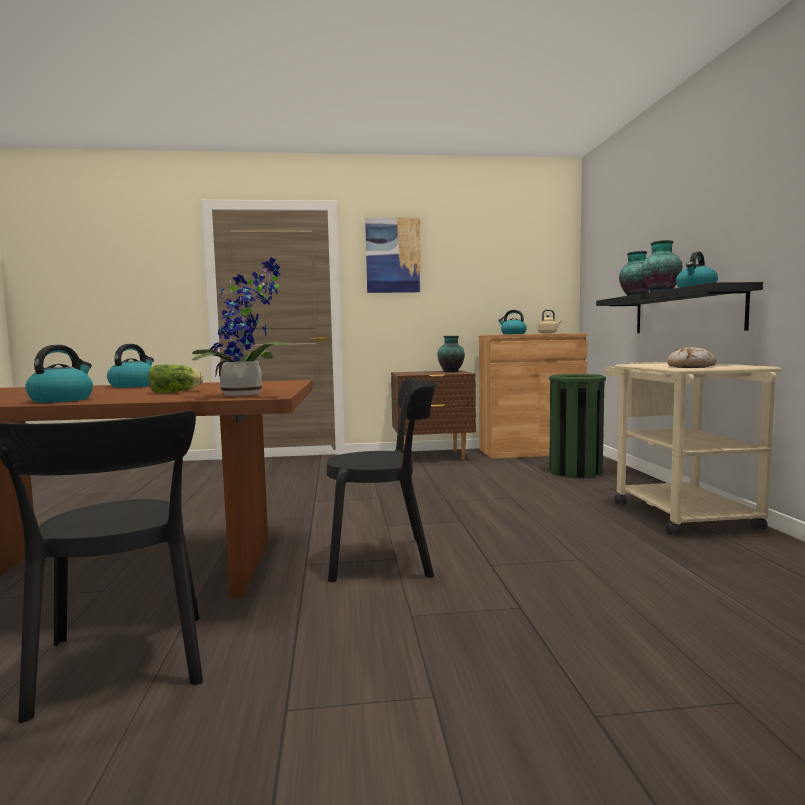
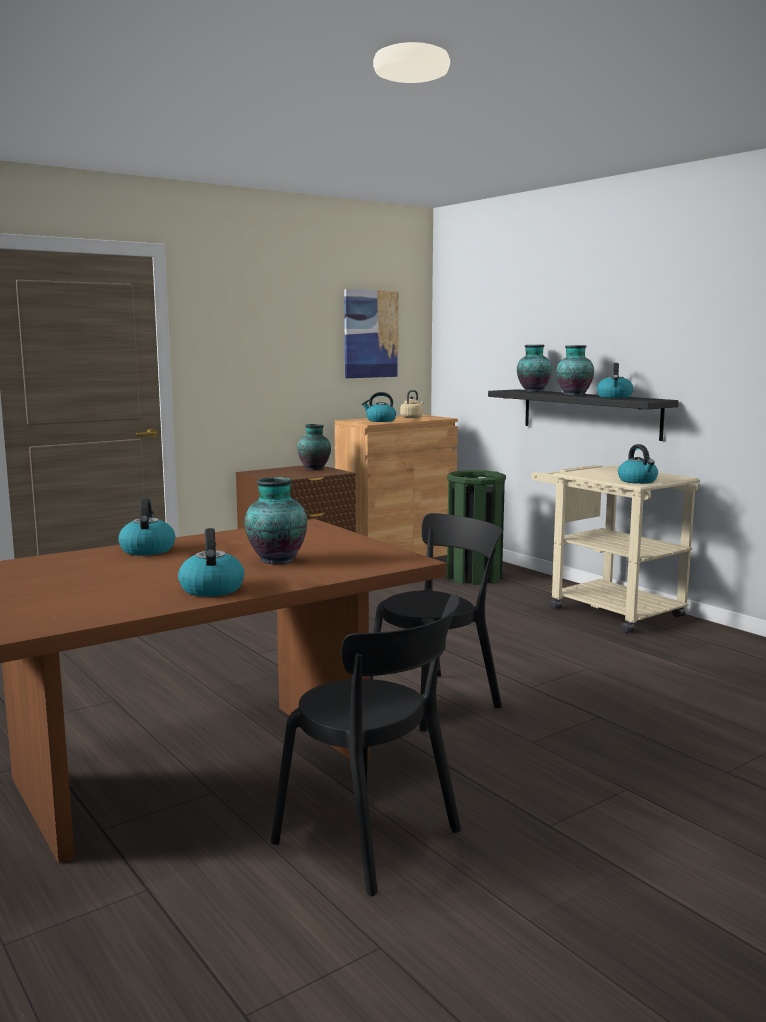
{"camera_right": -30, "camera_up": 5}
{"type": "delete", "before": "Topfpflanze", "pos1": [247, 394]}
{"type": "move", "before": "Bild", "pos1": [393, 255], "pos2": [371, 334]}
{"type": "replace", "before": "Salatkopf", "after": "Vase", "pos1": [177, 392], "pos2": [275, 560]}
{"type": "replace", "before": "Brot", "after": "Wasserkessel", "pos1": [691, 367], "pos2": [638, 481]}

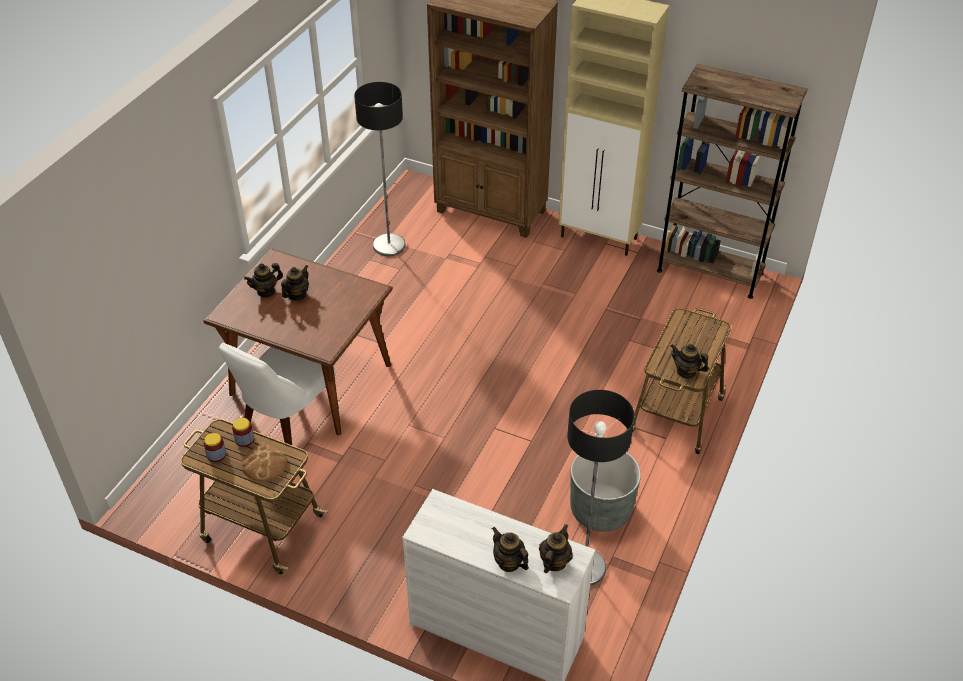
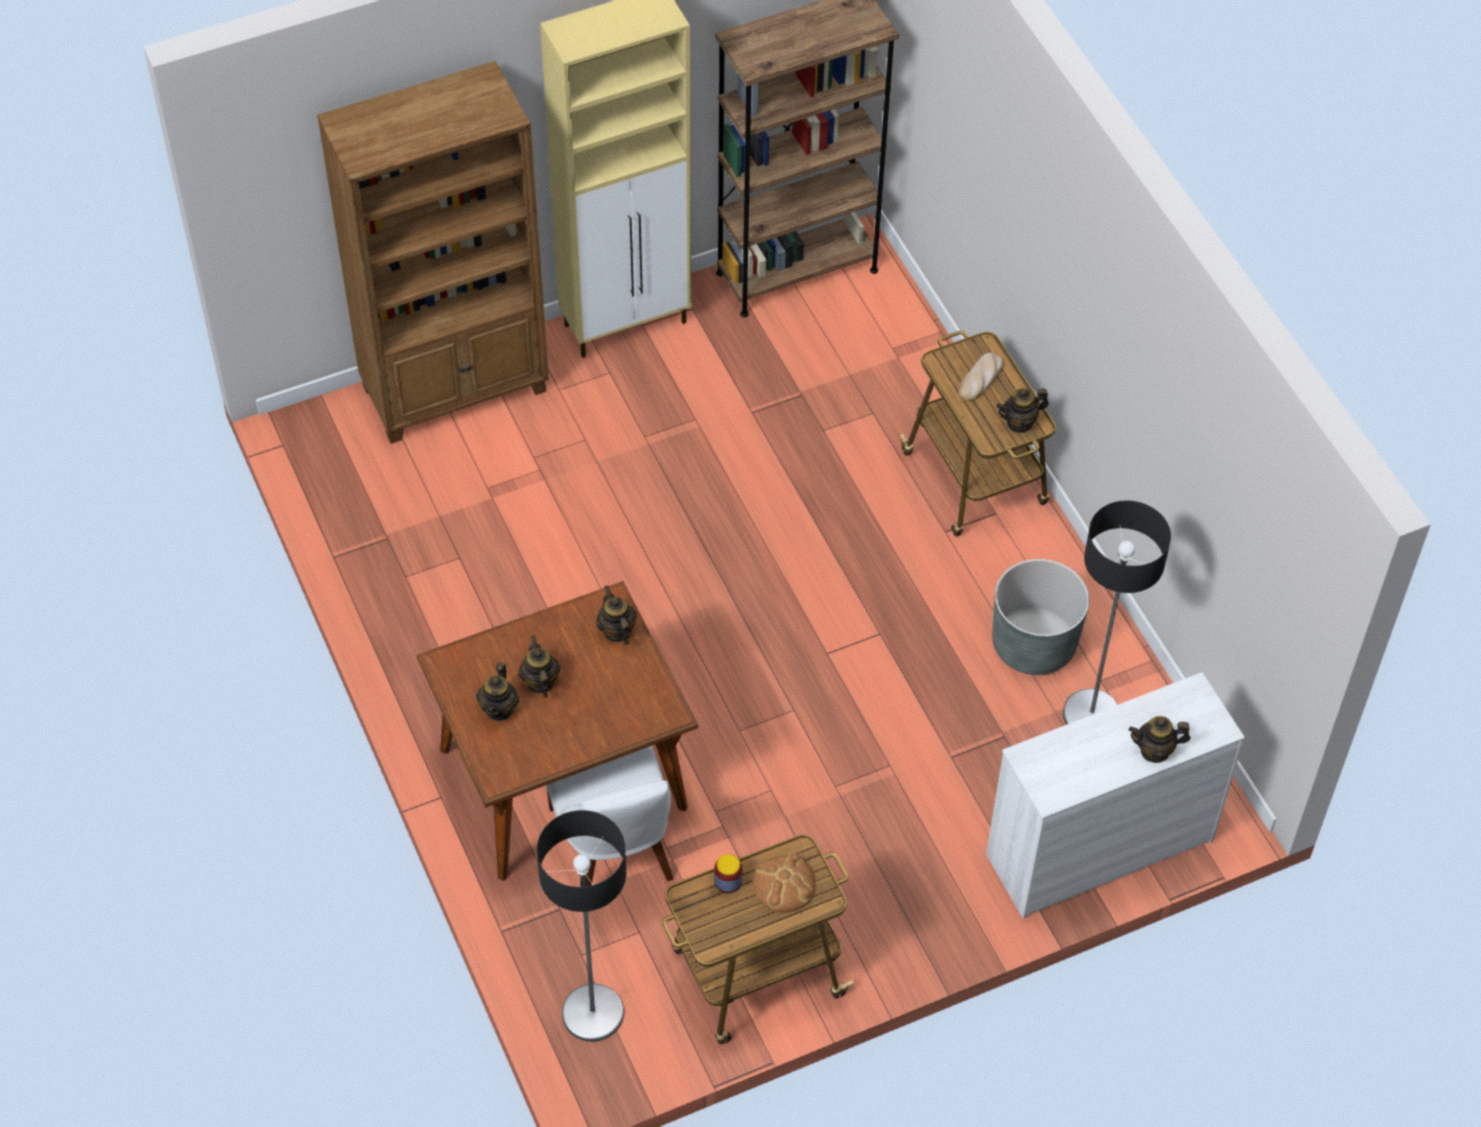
{"camera_right": -50, "camera_up": 10}
{"type": "delete", "before": "Vorratsglas", "pos1": [216, 455]}
{"type": "insert", "after": "Brot", "pos2": [980, 379]}
{"type": "move", "before": "Stehlampe", "pos1": [388, 245], "pos2": [592, 1014]}
{"type": "move", "before": "Teekanne", "pos1": [554, 562], "pos2": [616, 631]}

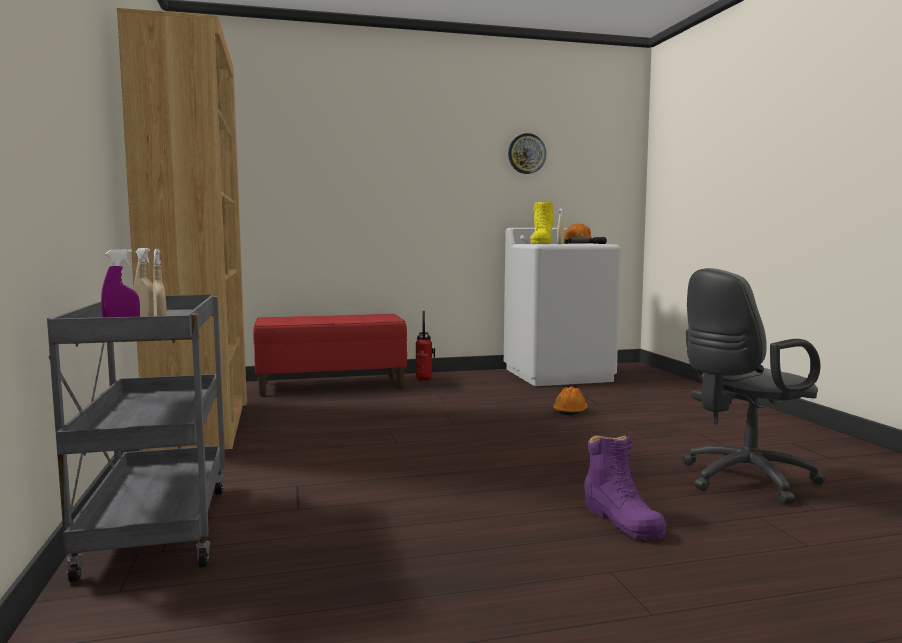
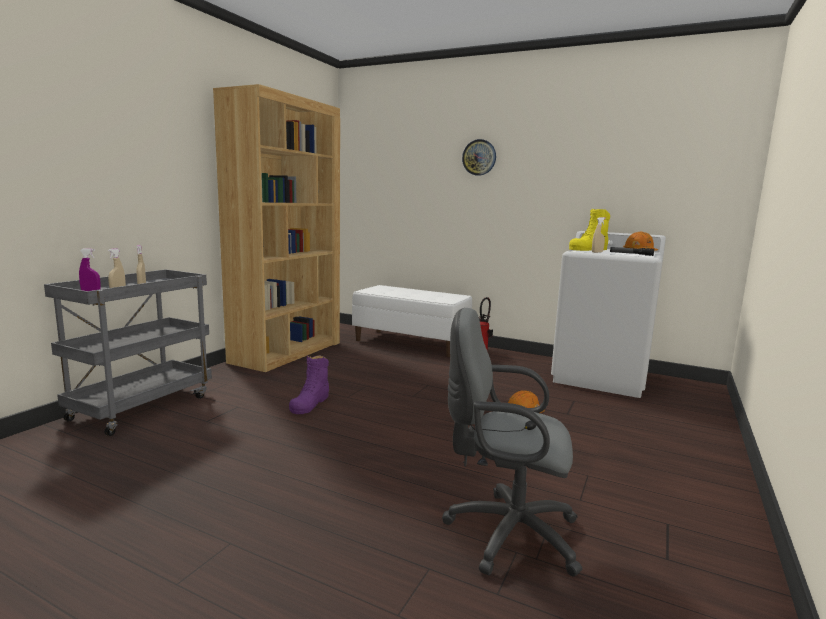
{"camera_right": 40, "camera_up": 5}
{"type": "move", "before": "Wanduhr", "pos1": [526, 153], "pos2": [479, 157]}
{"type": "move", "before": "Stiefel/lila", "pos1": [622, 520], "pos2": [310, 403]}
{"type": "recolor", "before": "Bank/rot", "after": "Bank/weiß", "pos1": [331, 385], "pos2": [411, 343]}

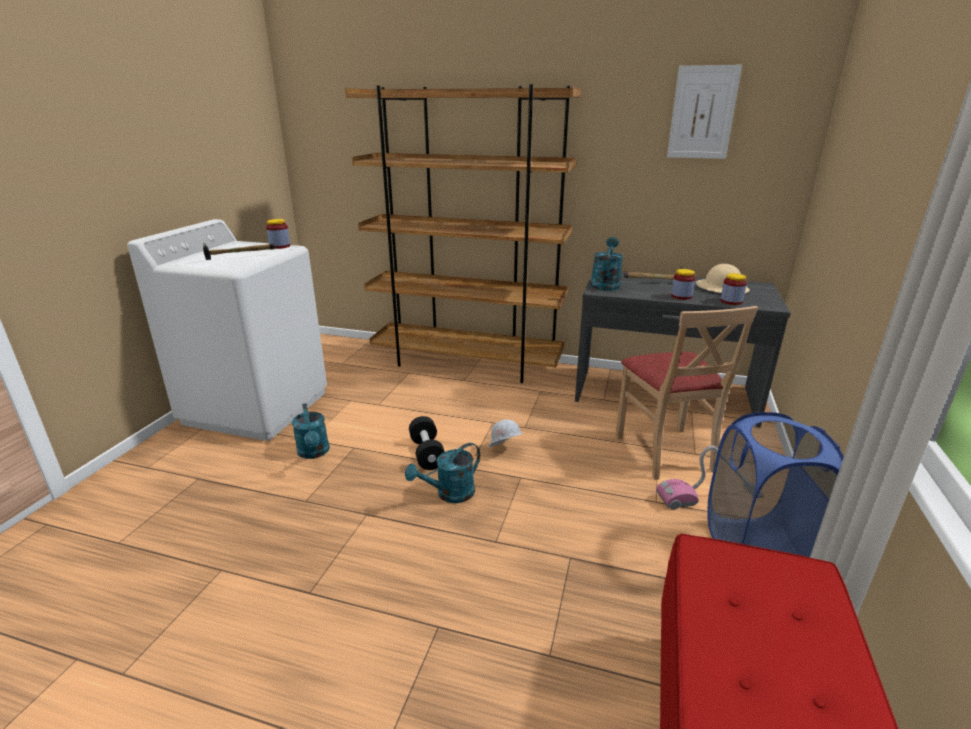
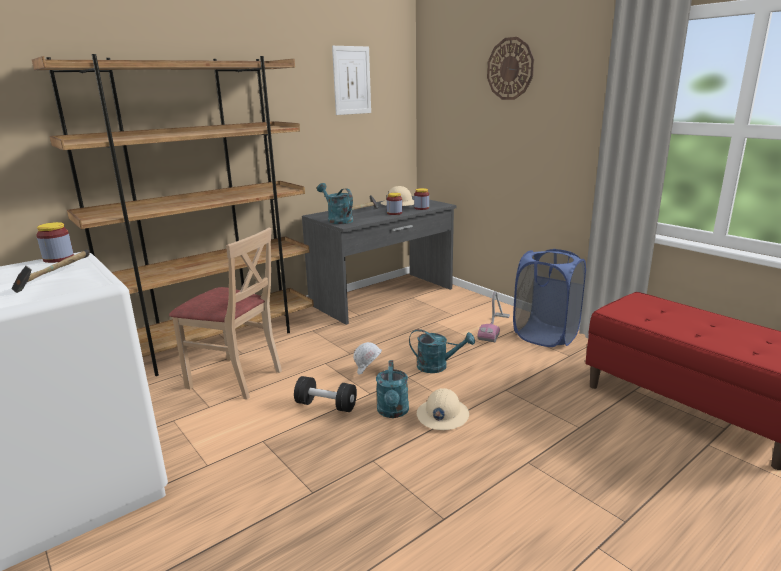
{"camera_right": -55, "camera_up": -5}
{"type": "insert", "after": "Schutzhelm/beige", "pos2": [442, 415]}
{"type": "insert", "after": "Wanduhr", "pos2": [510, 69]}
{"type": "move", "before": "Gießkanne/türkis", "pos1": [314, 453], "pos2": [438, 366]}
{"type": "move", "before": "Stuhl/beige", "pos1": [665, 452], "pos2": [235, 378]}

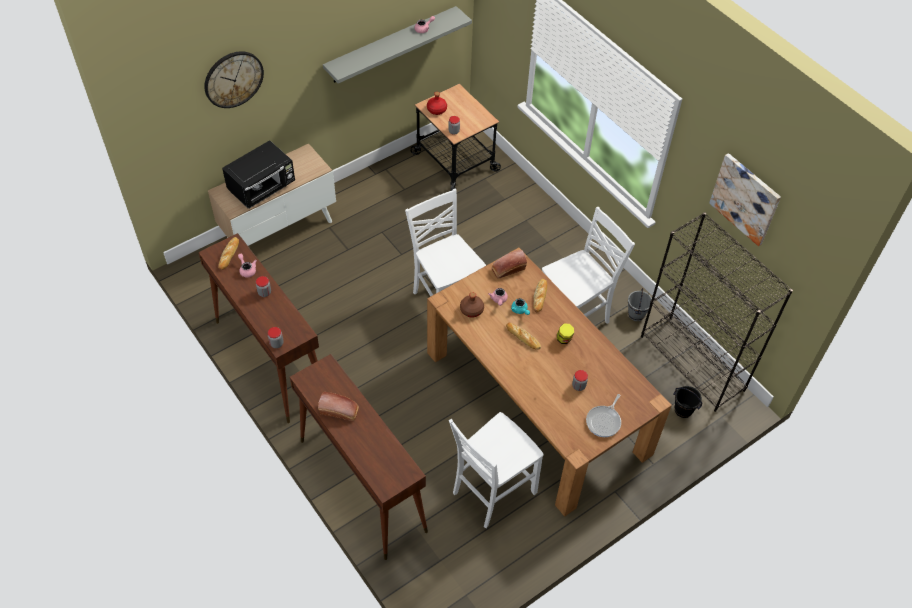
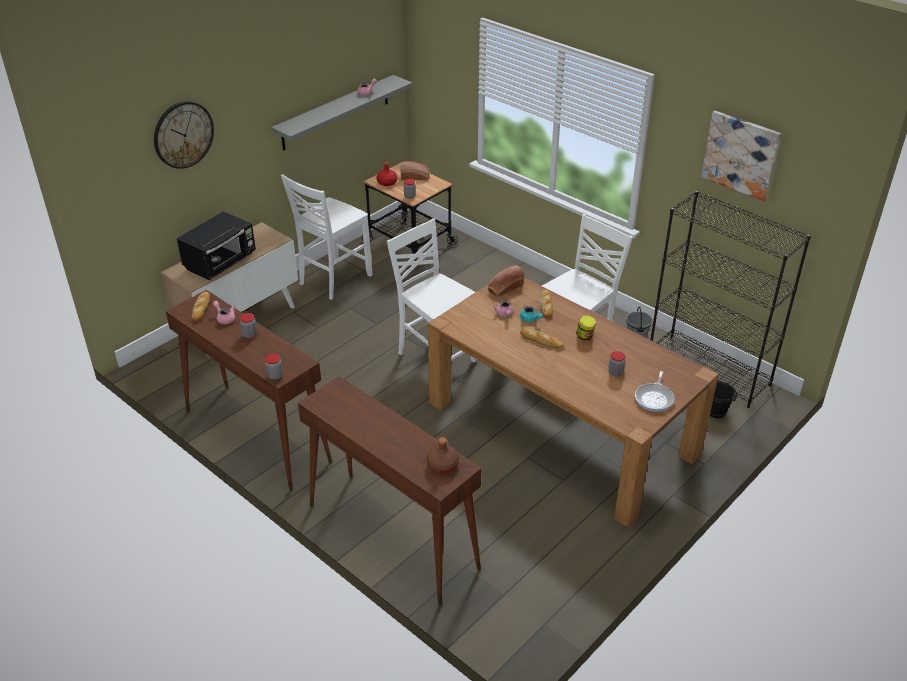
{"camera_right": -10, "camera_up": -15}
{"type": "move", "before": "Brot", "pos1": [340, 411], "pos2": [415, 177]}
{"type": "move", "before": "Stuhl/weiß", "pos1": [491, 492], "pos2": [333, 280]}
{"type": "move", "before": "Flasche/braun", "pos1": [471, 309], "pos2": [442, 464]}

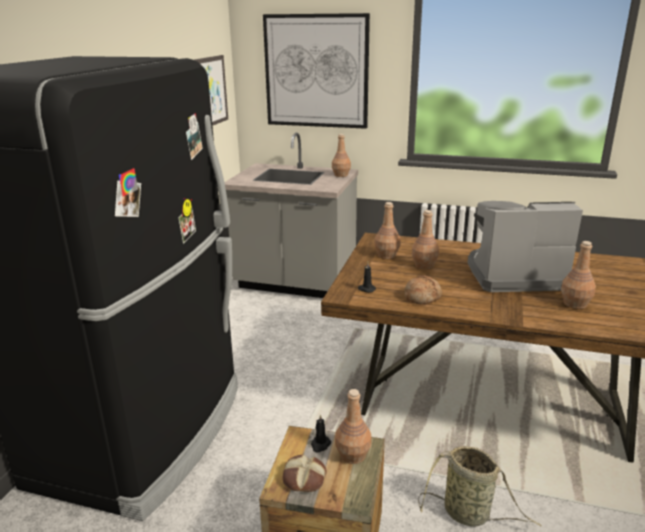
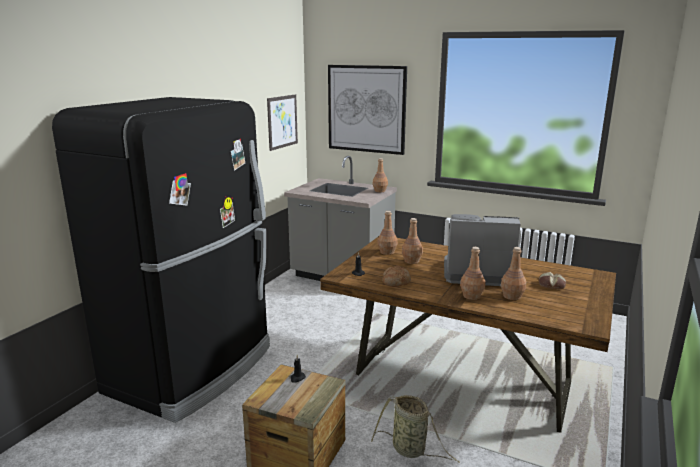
{"camera_right": 10, "camera_up": -5}
{"type": "move", "before": "Brot", "pos1": [303, 479], "pos2": [551, 285]}
{"type": "move", "before": "Flasche/braun", "pos1": [353, 455], "pos2": [472, 296]}

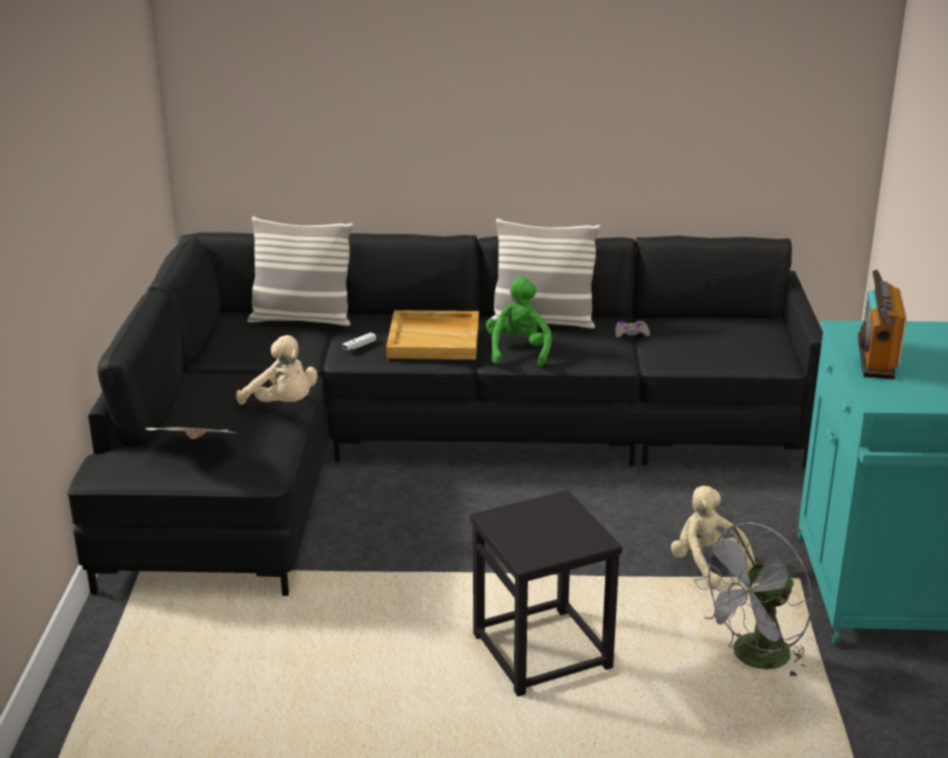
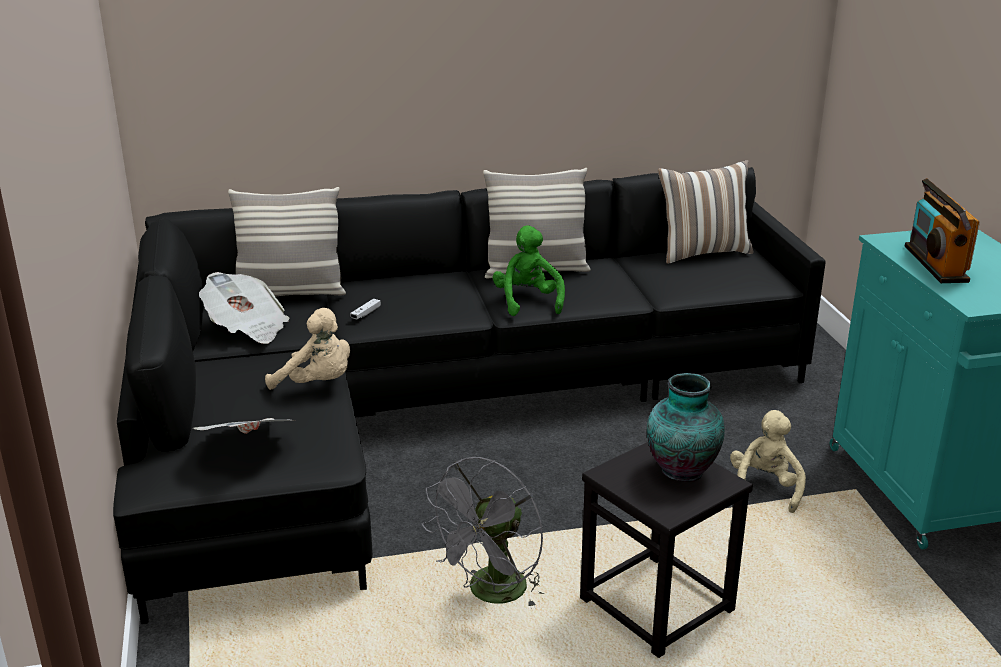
{"camera_right": -15, "camera_up": 0}
{"type": "delete", "before": "Tablett/beige", "pos1": [434, 339]}
{"type": "delete", "before": "Gamepad/grau", "pos1": [631, 334]}
{"type": "insert", "after": "Zeitung", "pos2": [247, 328]}
{"type": "insert", "after": "Vase", "pos2": [681, 469]}
{"type": "insert", "after": "Kissen", "pos2": [702, 252]}
{"type": "move", "before": "Ventilator/grau", "pos1": [754, 660], "pos2": [491, 595]}
{"type": "rotate", "before": "Plüschtier/beige", "pos1": [706, 565], "pos2": [765, 489], "turn": 60}

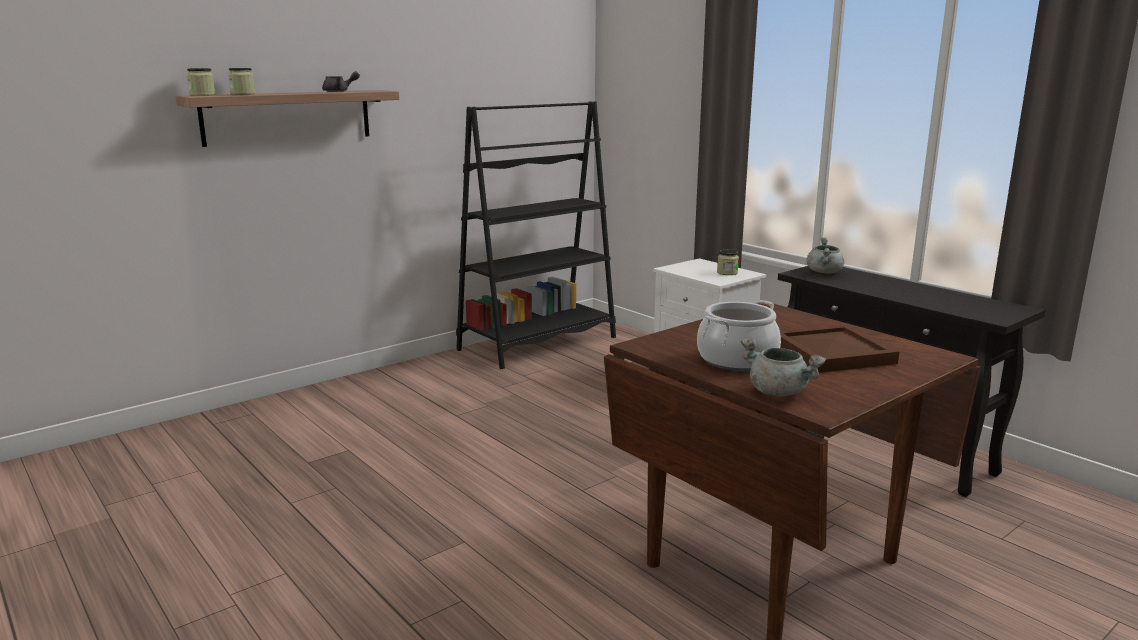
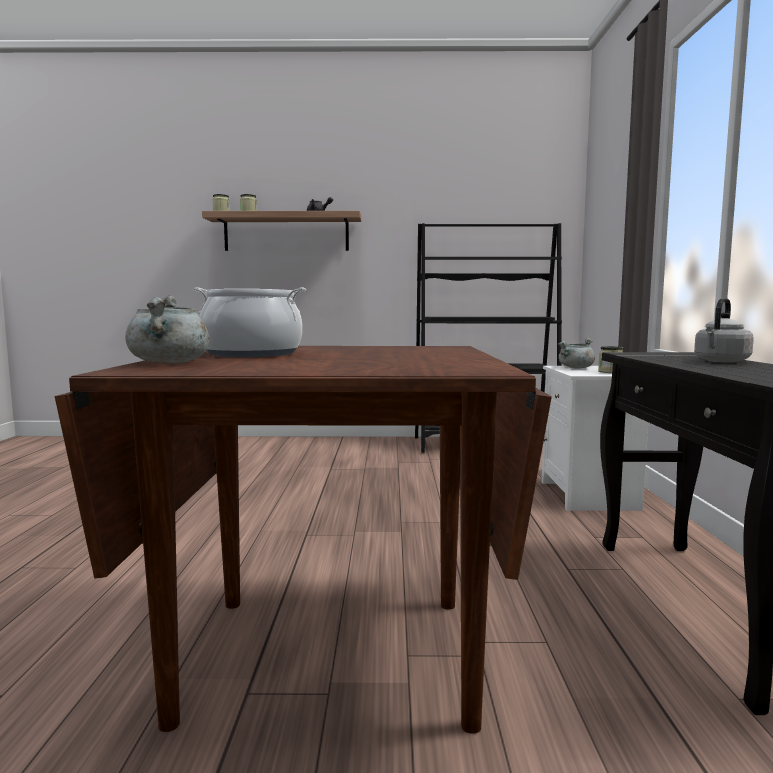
{"camera_right": 40, "camera_up": -10}
{"type": "delete", "before": "Tablett/braun", "pos1": [834, 353]}
{"type": "insert", "after": "Wasserkessel/grau", "pos2": [720, 361]}
{"type": "move", "before": "Kochtopf/grau", "pos1": [824, 272], "pos2": [576, 368]}

